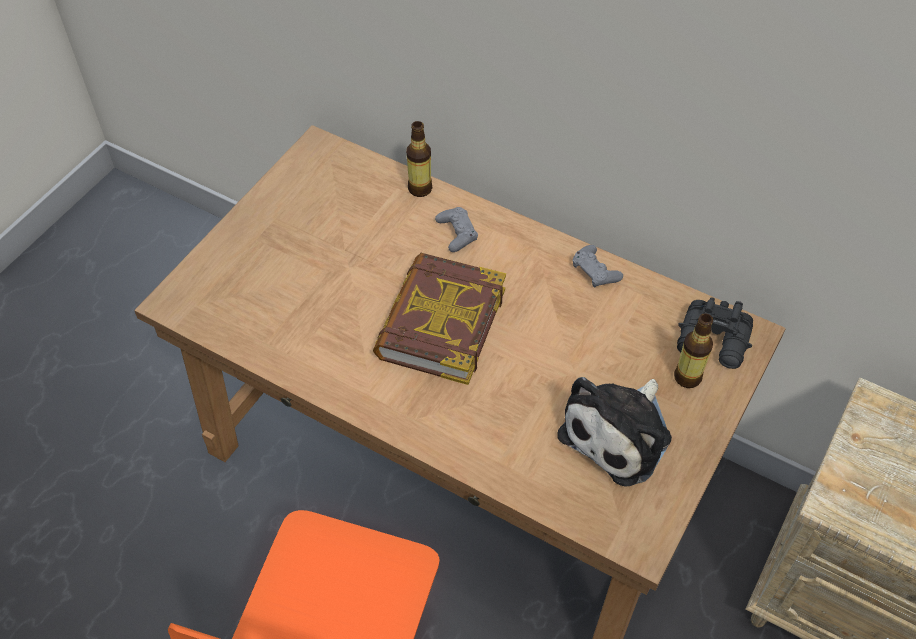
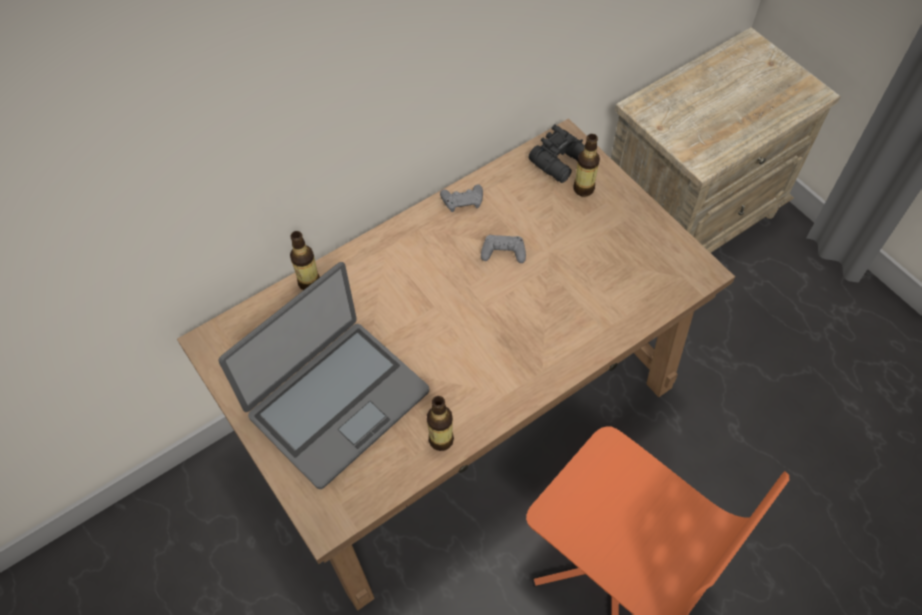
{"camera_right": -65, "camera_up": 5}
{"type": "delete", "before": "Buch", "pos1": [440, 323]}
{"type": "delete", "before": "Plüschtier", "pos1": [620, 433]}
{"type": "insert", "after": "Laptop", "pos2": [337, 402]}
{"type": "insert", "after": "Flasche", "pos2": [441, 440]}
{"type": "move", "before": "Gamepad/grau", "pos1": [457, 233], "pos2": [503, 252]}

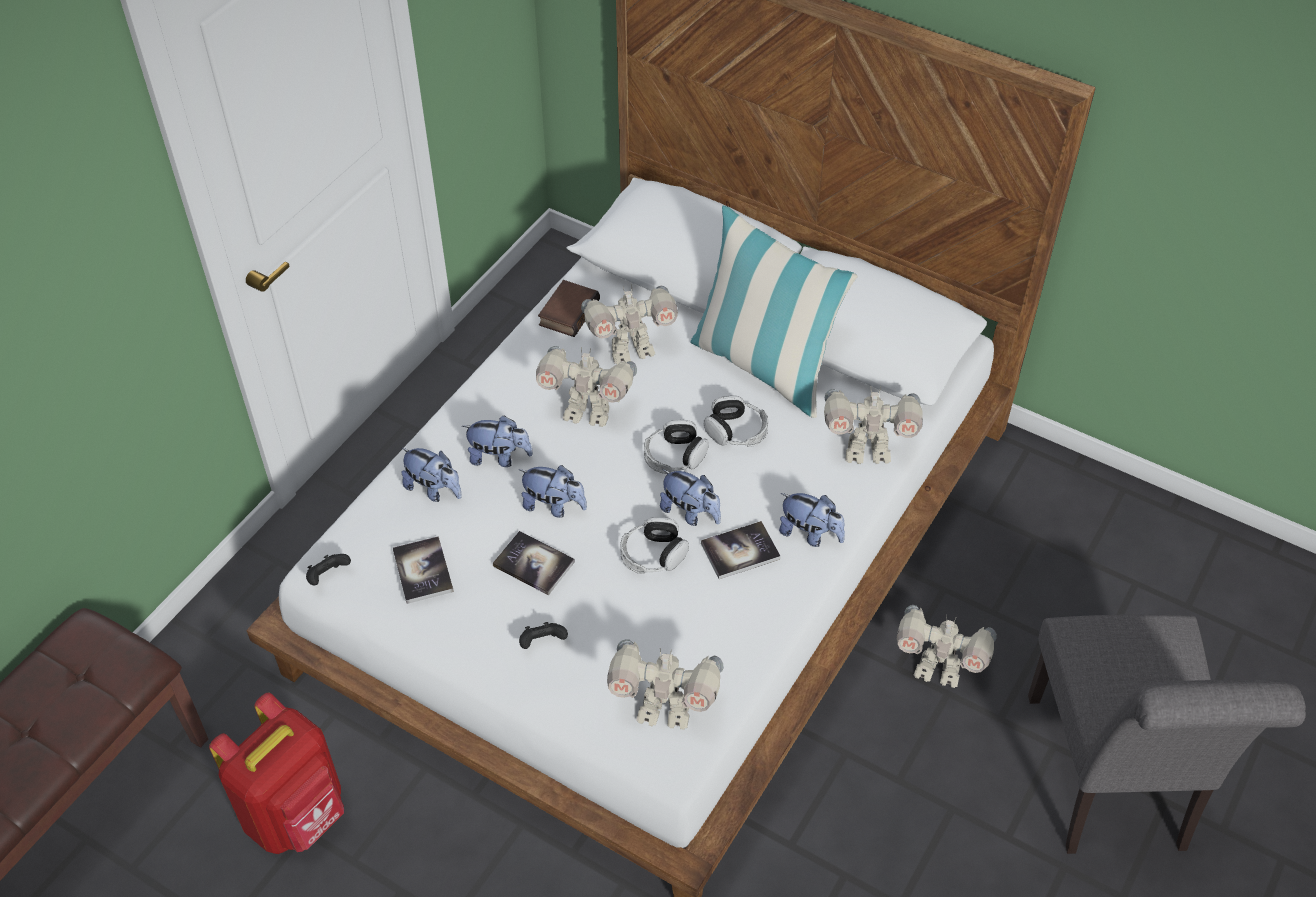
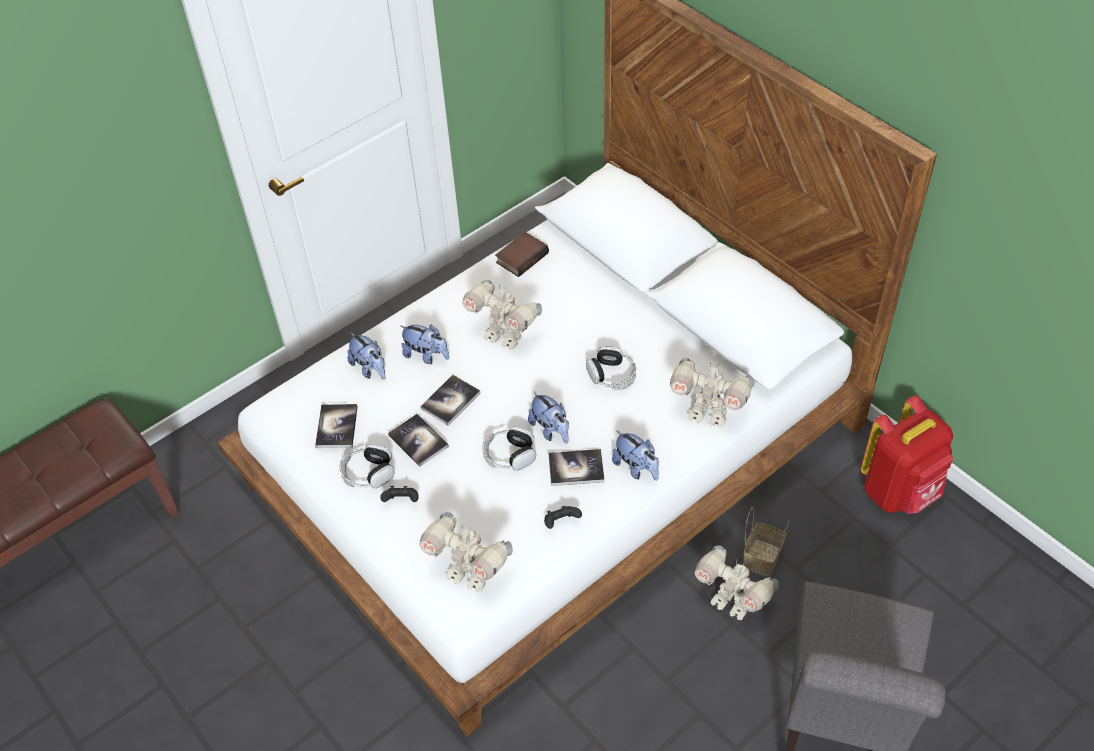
{"camera_right": 20, "camera_up": 0}
{"type": "delete", "before": "Spielzeugroboter", "pos1": [631, 350]}
{"type": "delete", "before": "Kissen", "pos1": [764, 366]}
{"type": "insert", "after": "Korb", "pos2": [761, 556]}
{"type": "move", "before": "Rucksack/rot", "pos1": [297, 815], "pos2": [899, 491]}
{"type": "move", "before": "Gamepad/schwarz", "pos1": [328, 576], "pos2": [561, 522]}
{"type": "move", "before": "Kopfhörer", "pos1": [674, 456], "pos2": [368, 473]}
{"type": "replace", "before": "Plüschtier", "after": "Buch", "pos1": [554, 506], "pos2": [450, 401]}

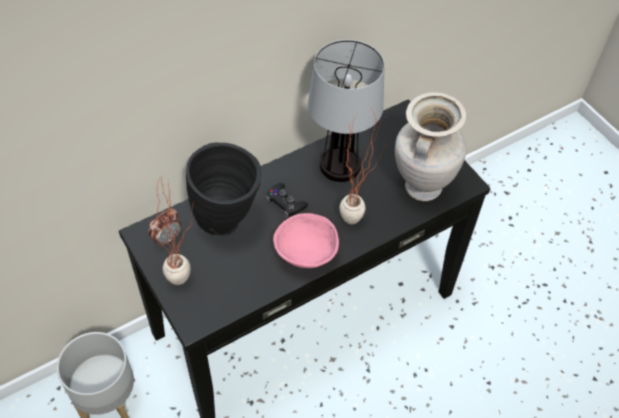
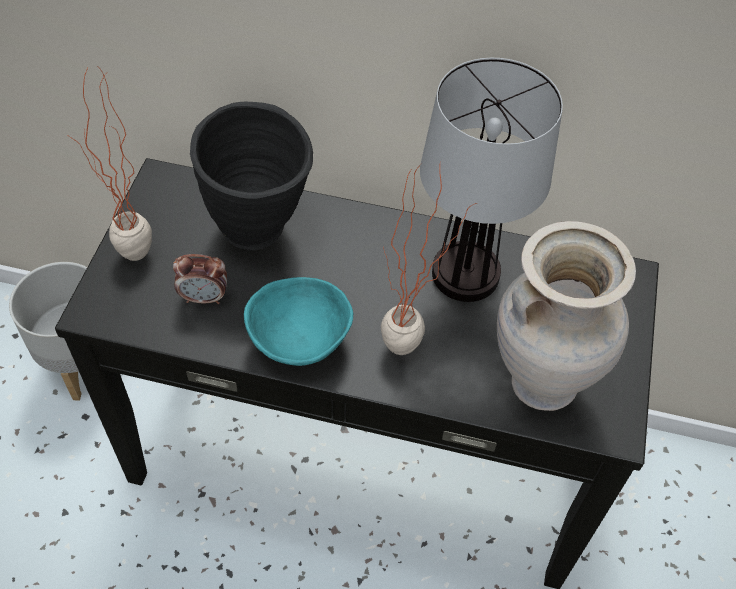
{"camera_right": 45, "camera_up": 0}
{"type": "delete", "before": "Gamepad/schwarz", "pos1": [285, 203]}
{"type": "move", "before": "Wecker", "pos1": [167, 238], "pos2": [204, 297]}
{"type": "recolor", "before": "Schüssel/rosa", "after": "Schüssel/türkis", "pos1": [305, 253], "pos2": [299, 340]}

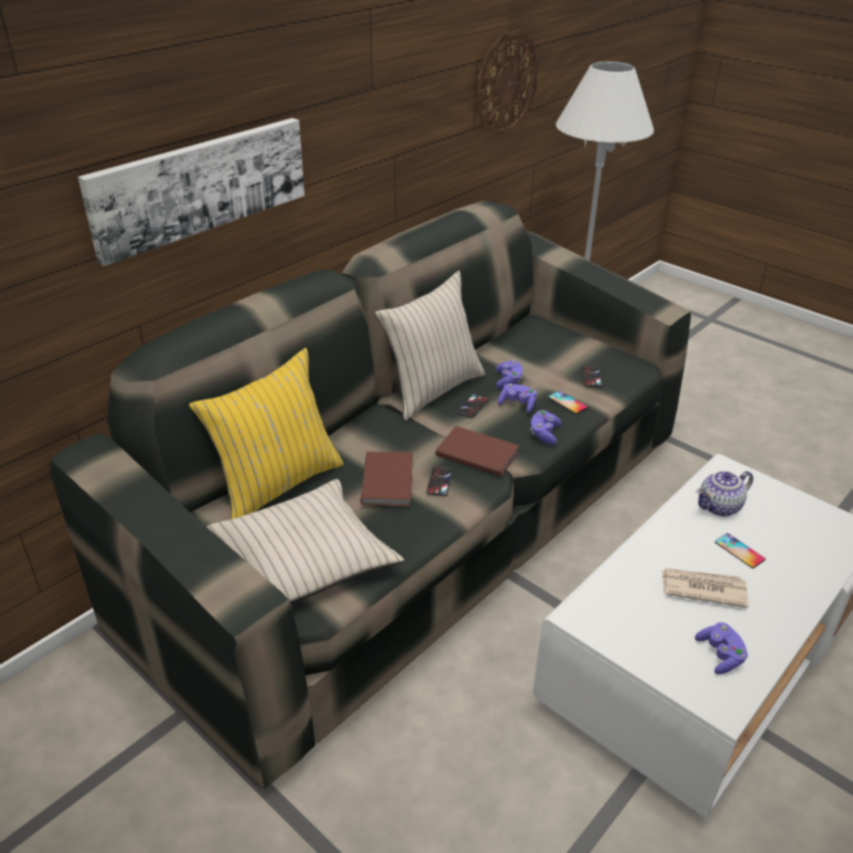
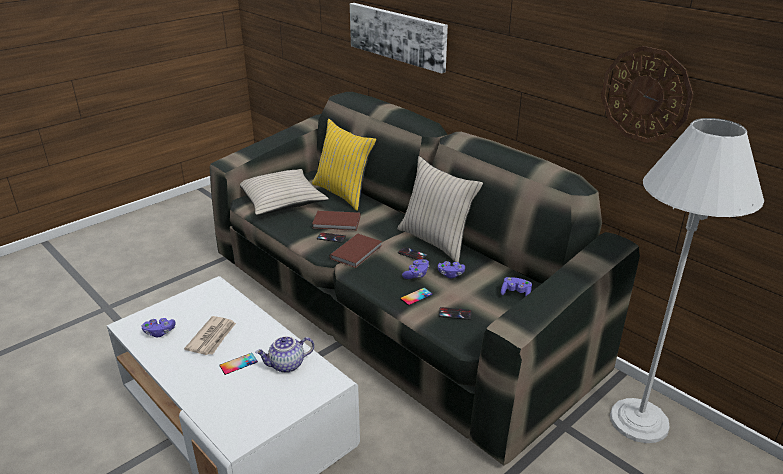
{"camera_right": 95, "camera_up": -5}
{"type": "move", "before": "Gamepad/lila", "pos1": [544, 434], "pos2": [516, 293]}
{"type": "rotate", "before": "Teekanne", "pos1": [719, 507], "pos2": [287, 365], "turn": -90}

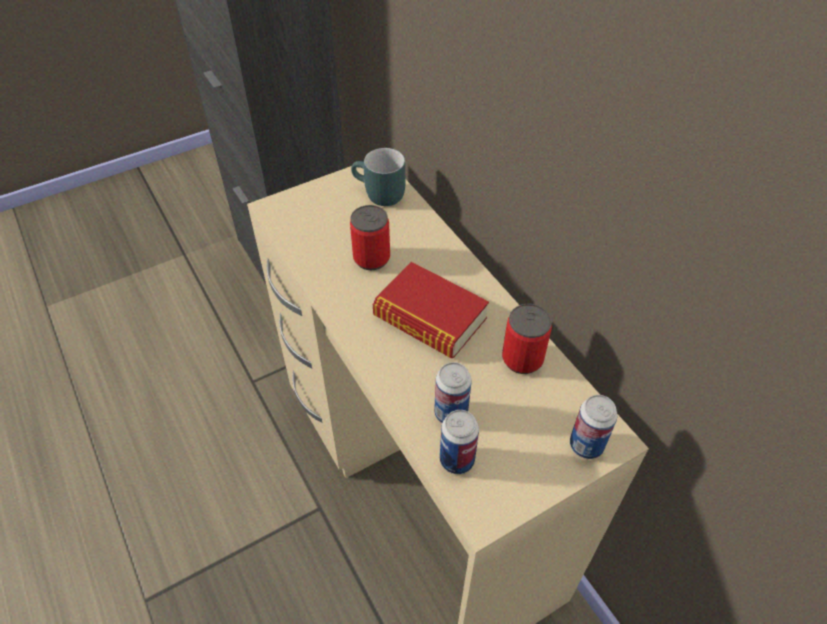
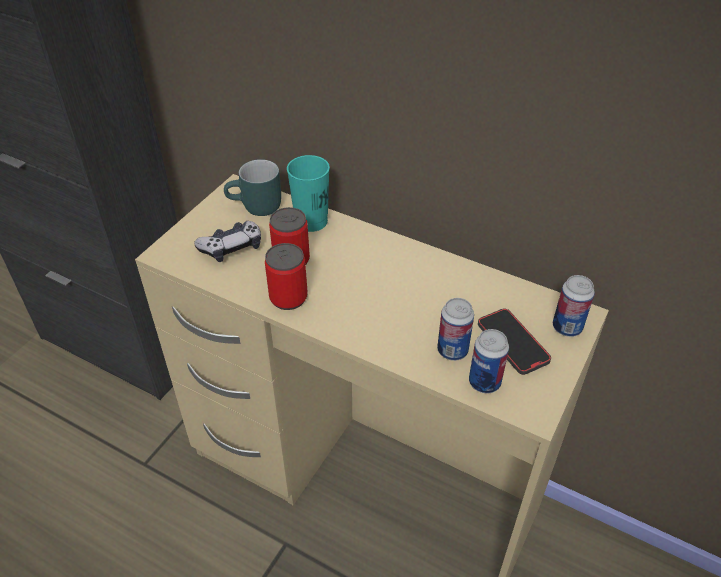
{"camera_right": -30, "camera_up": -5}
{"type": "delete", "before": "Buch", "pos1": [430, 317]}
{"type": "insert", "after": "Gamepad", "pos2": [231, 248]}
{"type": "insert", "after": "Tasse/türkis", "pos2": [311, 221]}
{"type": "insert", "after": "Handy", "pos2": [512, 343]}
{"type": "move", "before": "Dose", "pos1": [522, 359], "pos2": [288, 297]}

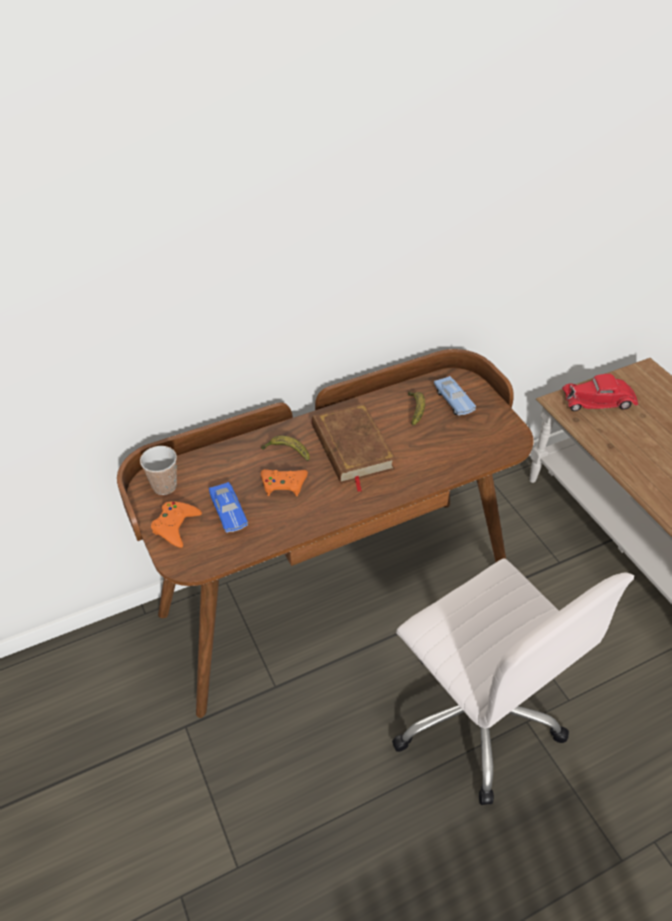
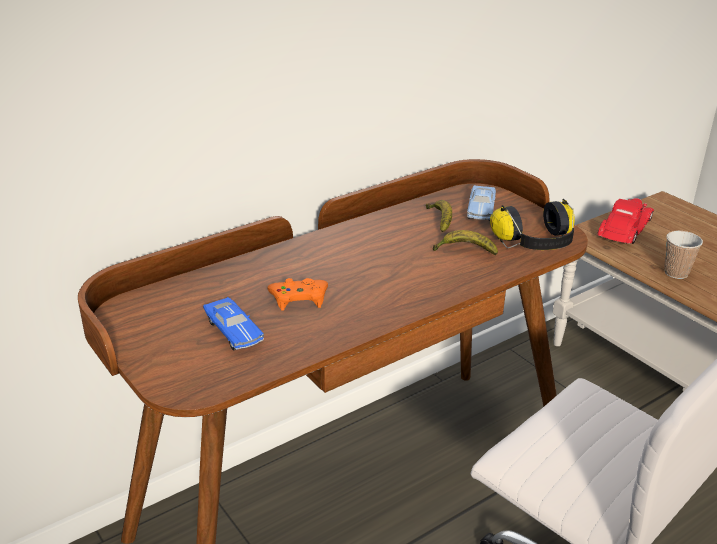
{"camera_right": -10, "camera_up": -15}
{"type": "delete", "before": "Gamepad/orange", "pos1": [175, 526]}
{"type": "delete", "before": "Buch/braun", "pos1": [351, 448]}
{"type": "insert", "after": "Kopfhörer", "pos2": [536, 243]}
{"type": "move", "before": "Tasse", "pos1": [164, 486], "pos2": [676, 273]}
{"type": "move", "before": "Banane", "pos1": [287, 452], "pos2": [465, 251]}
{"type": "rotate", "before": "Spielzeugauto/blau", "pos1": [453, 401], "pos2": [481, 209], "turn": 45}
{"type": "rotate", "before": "Spielzeugauto/rot", "pos1": [598, 400], "pos2": [624, 229], "turn": 135}

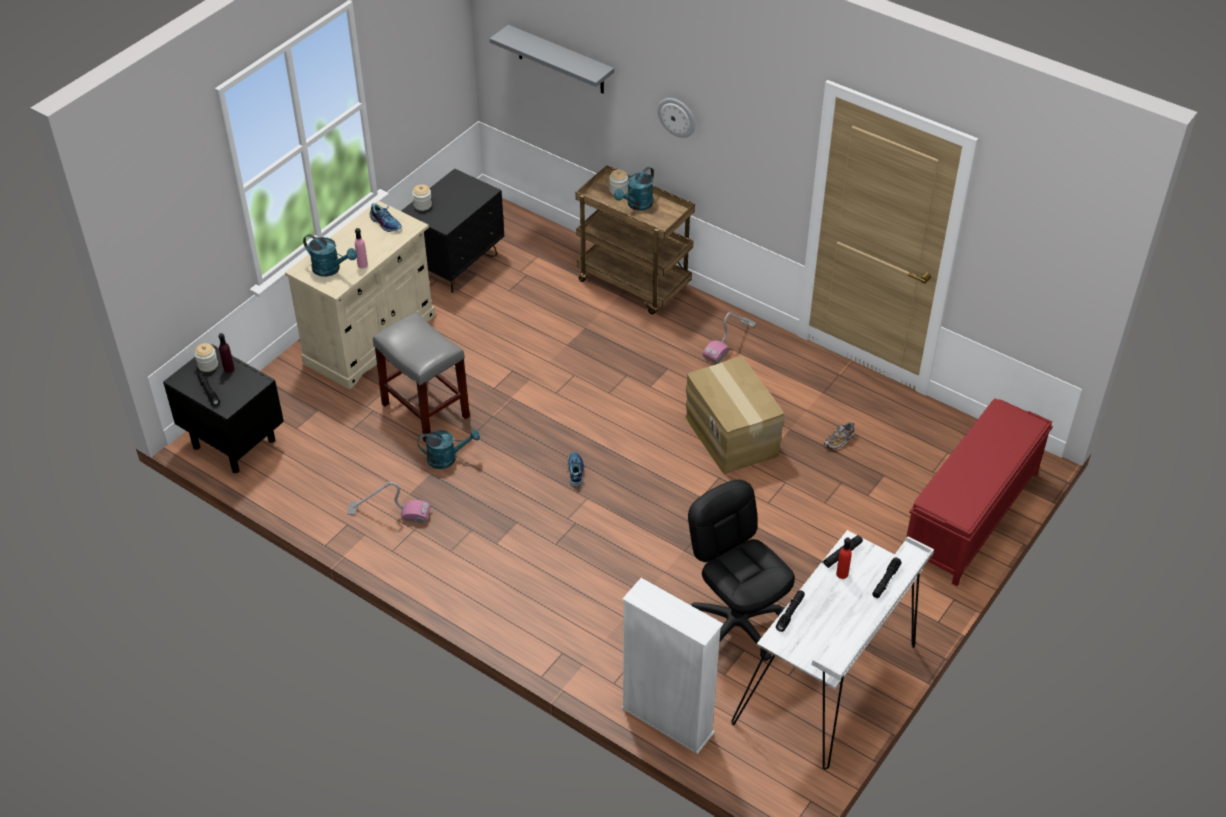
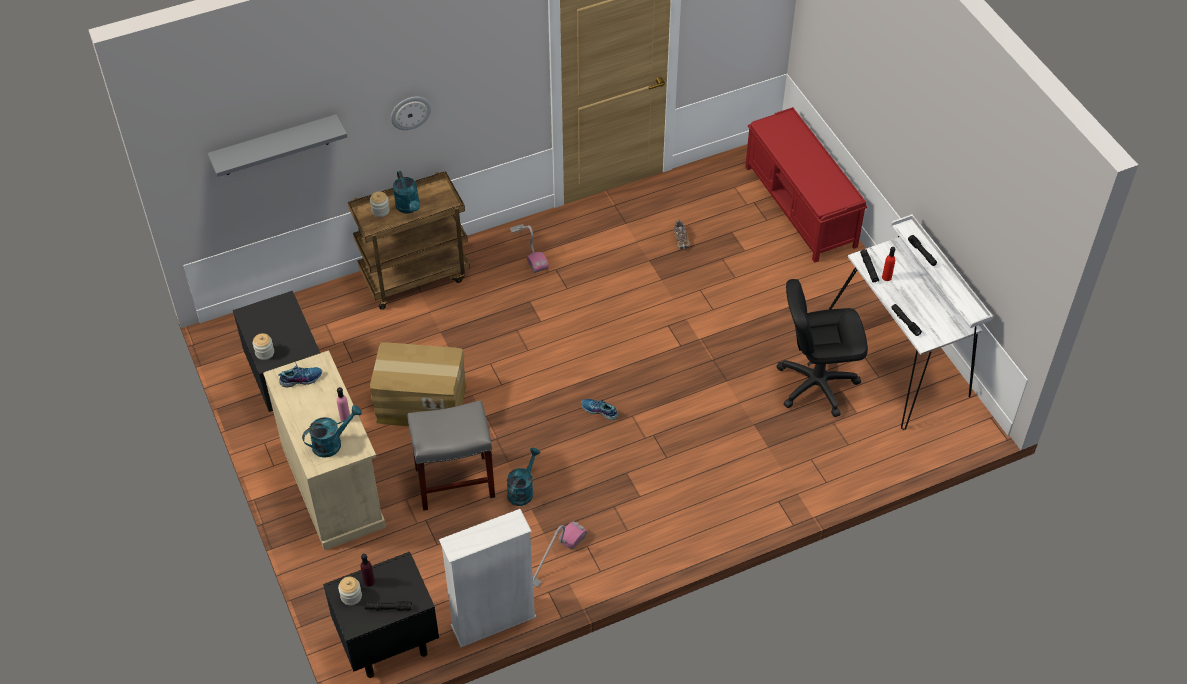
{"camera_right": -60, "camera_up": 5}
{"type": "move", "before": "Bücherregal/weiß", "pos1": [667, 721], "pos2": [493, 622]}
{"type": "move", "before": "Karton", "pos1": [732, 435], "pos2": [421, 402]}

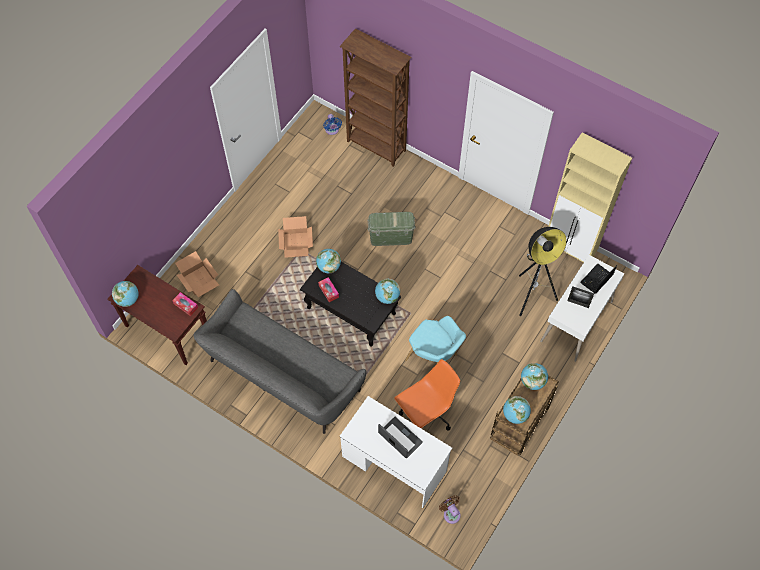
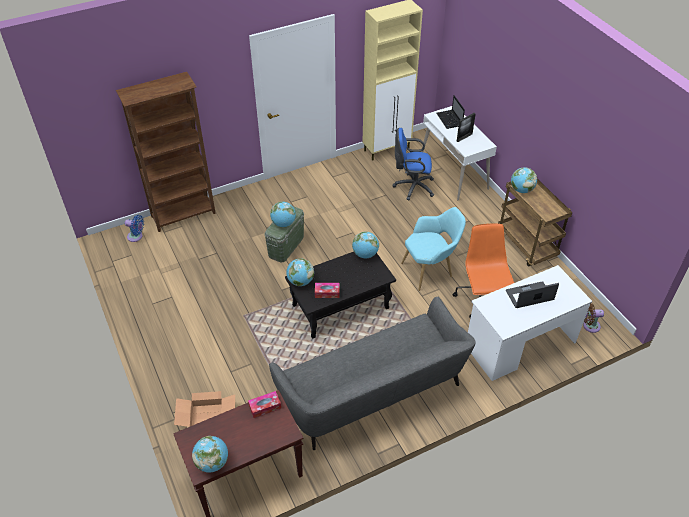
{"camera_right": -60, "camera_up": -15}
{"type": "delete", "before": "Karton", "pos1": [296, 243]}
{"type": "move", "before": "Globus", "pos1": [515, 415], "pos2": [283, 223]}
{"type": "replace", "before": "Stehlampe", "after": "Bürostuhl/blau", "pos1": [531, 296], "pos2": [412, 187]}

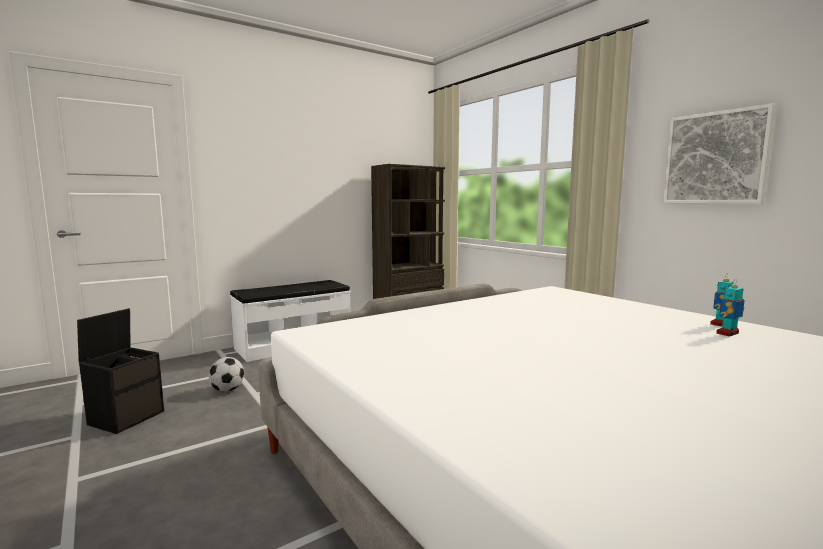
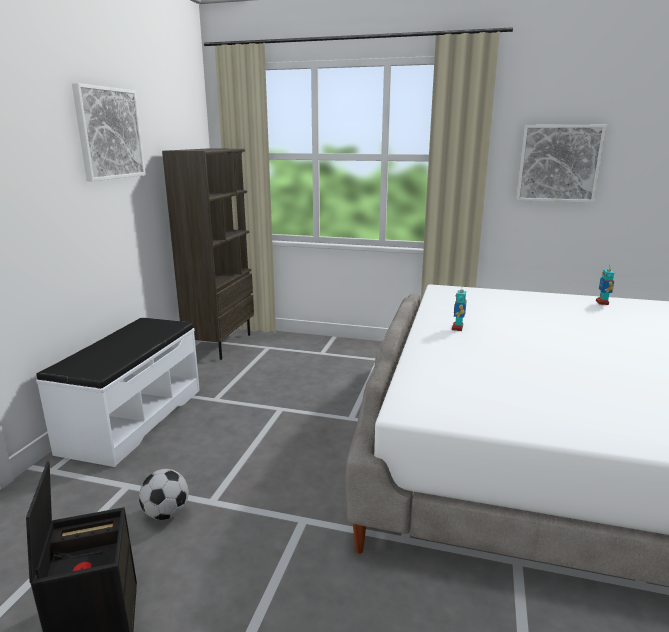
{"camera_right": -40, "camera_up": 10}
{"type": "insert", "after": "Bild", "pos2": [109, 133]}
{"type": "move", "before": "Spielzeugroboter", "pos1": [728, 333], "pos2": [458, 328]}

